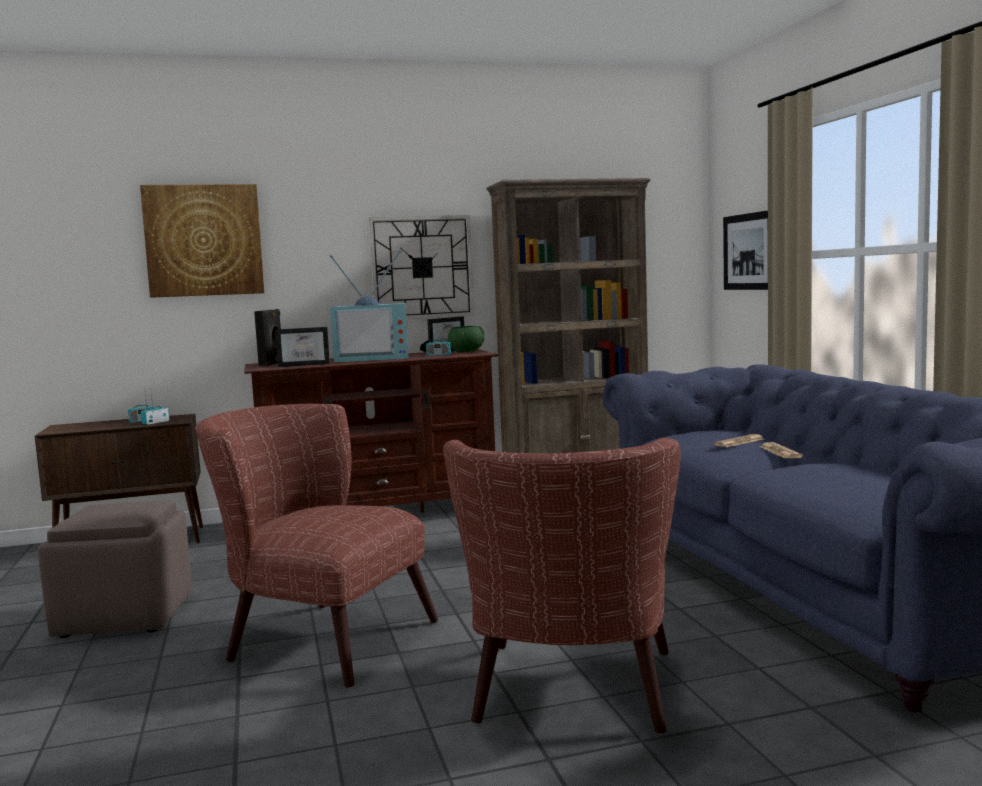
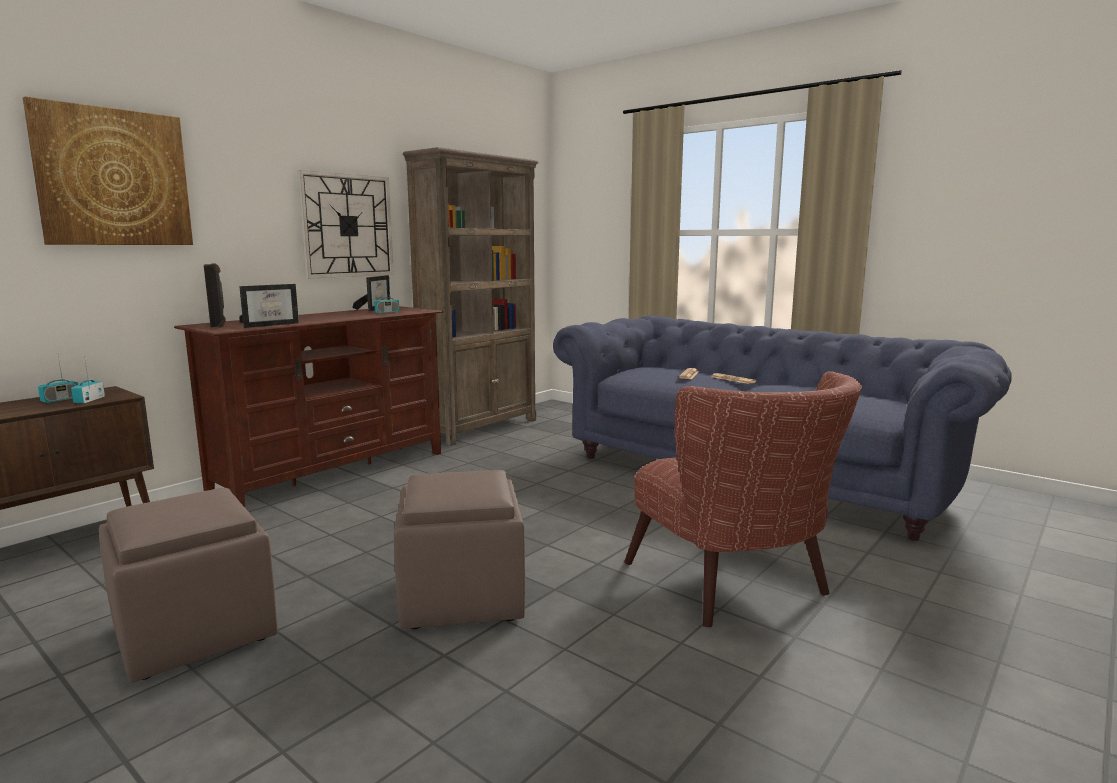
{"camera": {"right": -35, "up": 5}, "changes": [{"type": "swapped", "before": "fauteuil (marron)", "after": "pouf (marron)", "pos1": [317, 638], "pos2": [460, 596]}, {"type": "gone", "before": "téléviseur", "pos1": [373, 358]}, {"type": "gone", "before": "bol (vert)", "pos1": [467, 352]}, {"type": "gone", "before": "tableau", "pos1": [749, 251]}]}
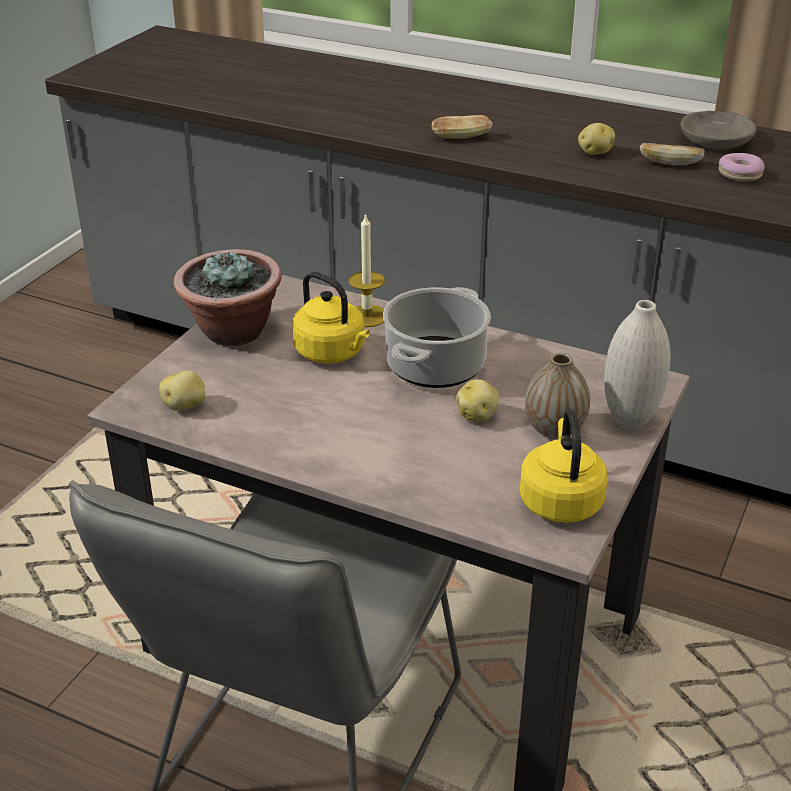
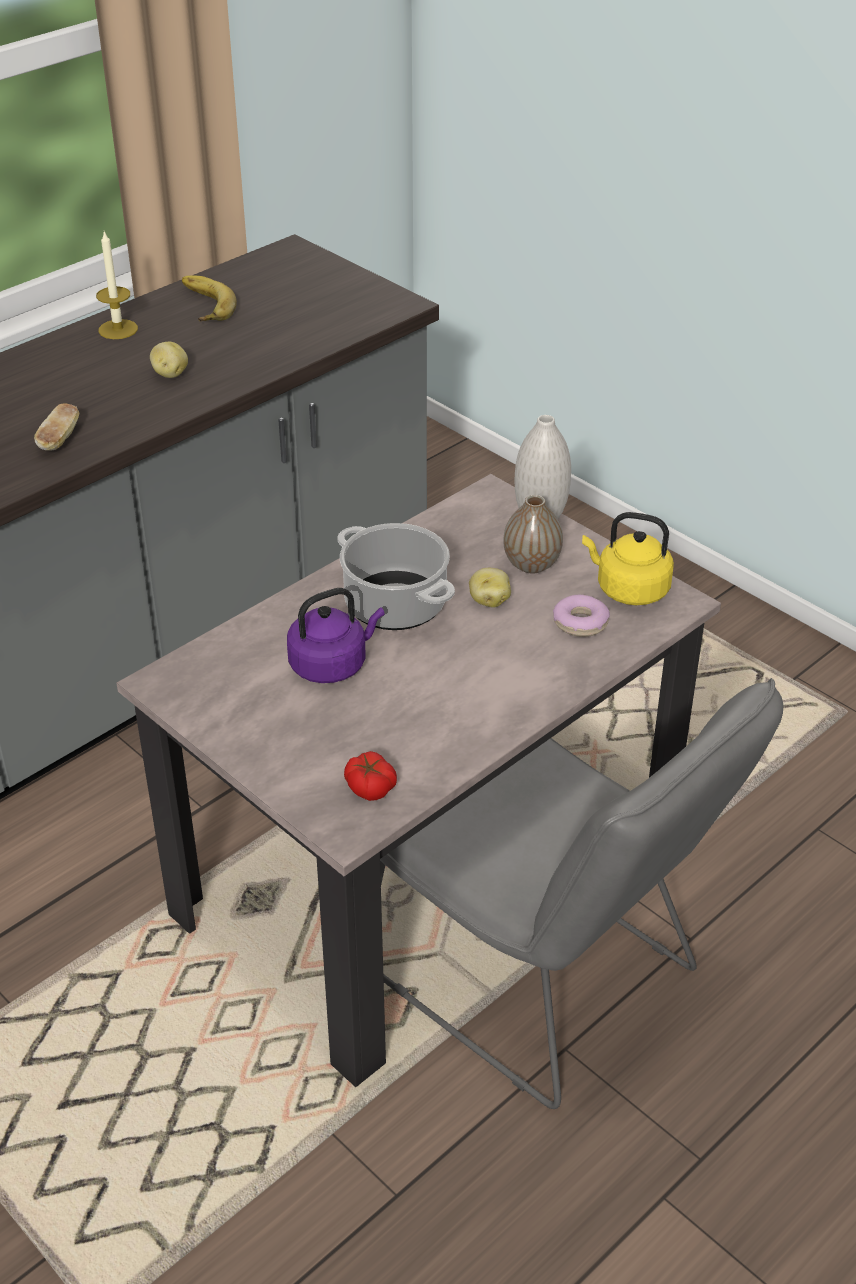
{"camera": {"right": -70, "up": 5}, "changes": [{"type": "swapped", "before": "pomme de terre", "after": "tomate", "pos1": [185, 406], "pos2": [370, 787]}, {"type": "gone", "before": "plante en pot", "pos1": [232, 332]}, {"type": "repainted", "before": "bouilloire (jaune)", "after": "bouilloire (violet)", "pos1": [332, 353], "pos2": [332, 664]}, {"type": "shifted", "before": "bougie", "pos1": [367, 316], "pos2": [118, 329]}, {"type": "gone", "before": "pain", "pos1": [670, 163]}, {"type": "swapped", "before": "bol (gris)", "after": "banane", "pos1": [716, 140], "pos2": [202, 305]}, {"type": "shifted", "before": "beignet", "pos1": [740, 174], "pos2": [580, 623]}]}
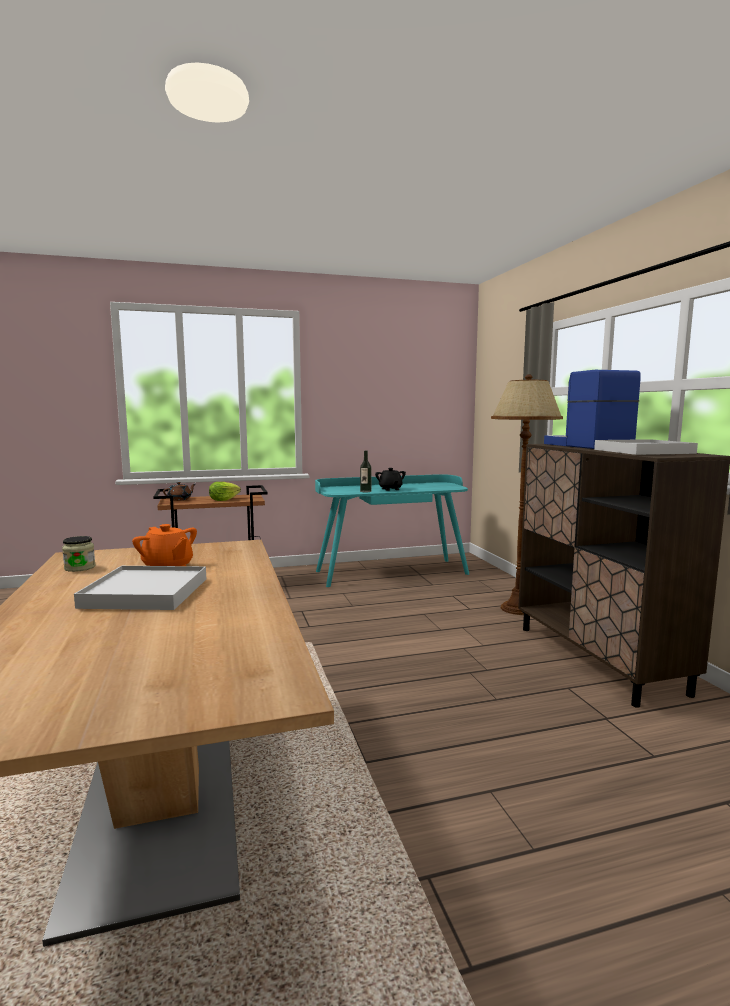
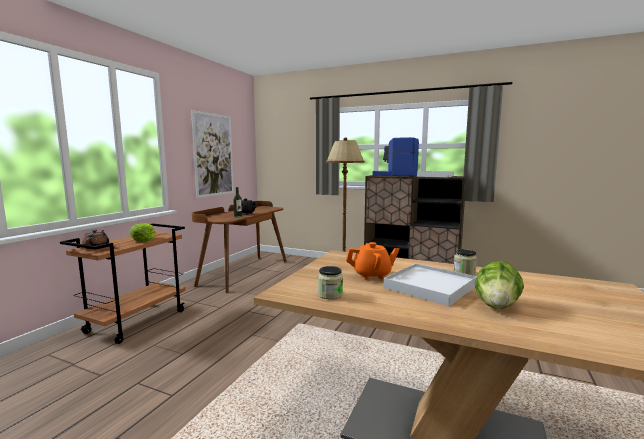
{"camera": {"right": -50, "up": 0}, "changes": [{"type": "repainted", "before": "bureau (turquoise)", "after": "bureau (marron)", "pos1": [391, 572], "pos2": [244, 272]}, {"type": "new", "after": "tableau", "pos2": [213, 155]}, {"type": "new", "after": "bocal", "pos2": [464, 273]}, {"type": "new", "after": "laitue", "pos2": [497, 306]}]}
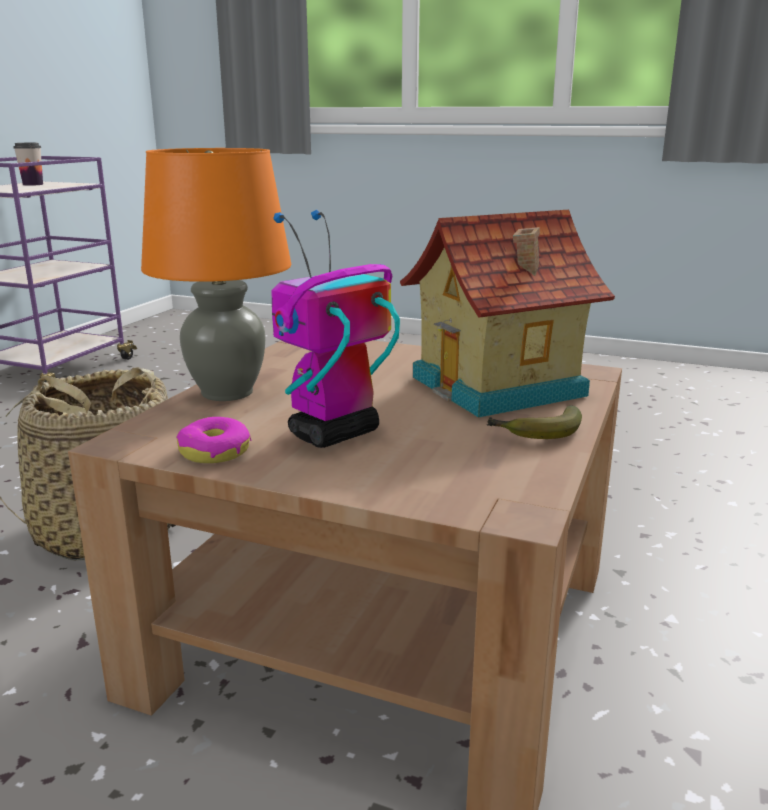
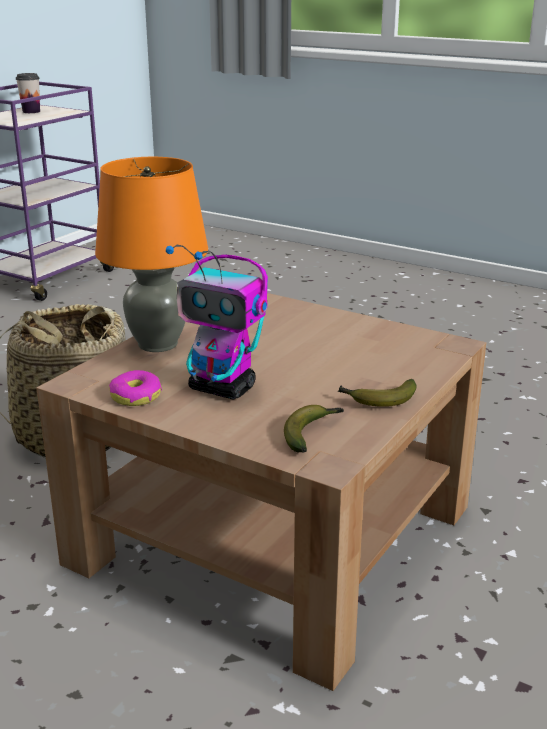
{"camera": {"right": 10, "up": 5}, "changes": [{"type": "rotated", "before": "robot jouet", "pos1": [332, 435], "pos2": [223, 389], "turn": -120}, {"type": "gone", "before": "maison miniature", "pos1": [500, 387]}, {"type": "new", "after": "banane", "pos2": [312, 434]}]}
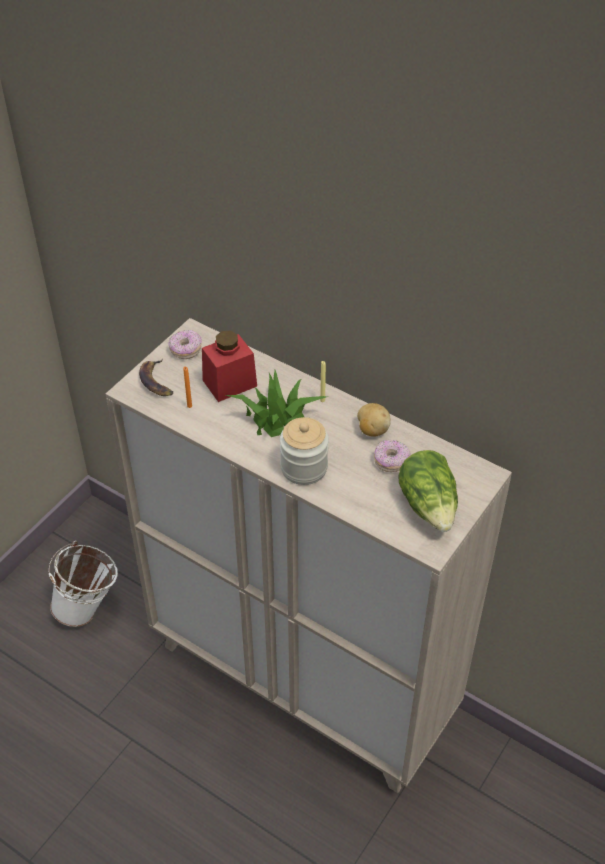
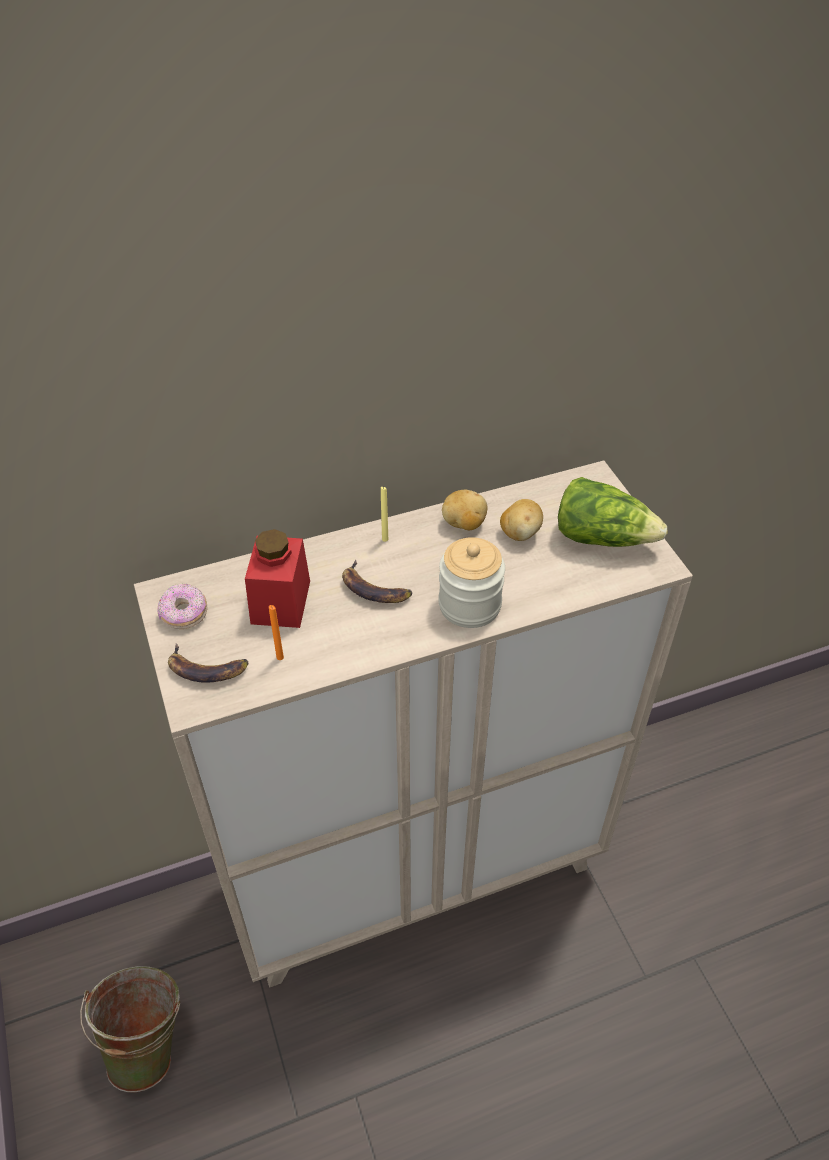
{"camera": {"right": -55, "up": 0}, "changes": [{"type": "repainted", "before": "seau (blanc)", "after": "seau (vert)", "pos1": [89, 608], "pos2": [149, 1043]}, {"type": "swapped", "before": "plante en pot", "after": "banane", "pos1": [277, 417], "pos2": [374, 589]}, {"type": "swapped", "before": "beignet", "after": "pomme de terre", "pos1": [391, 461], "pos2": [520, 533]}]}
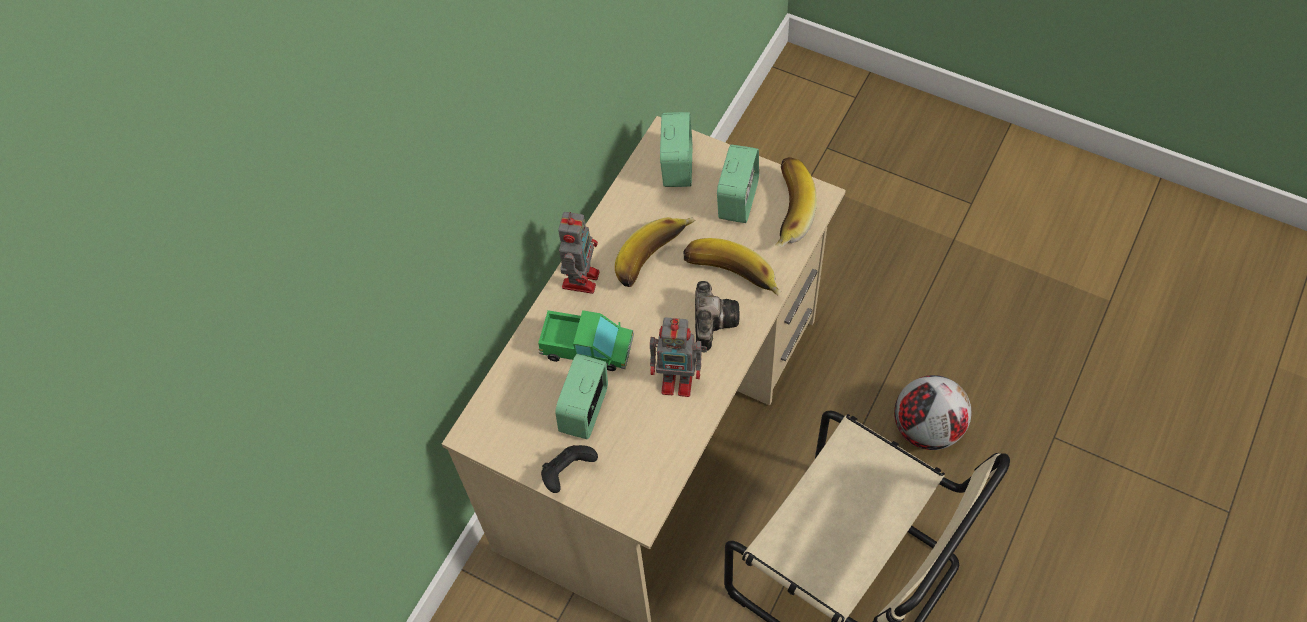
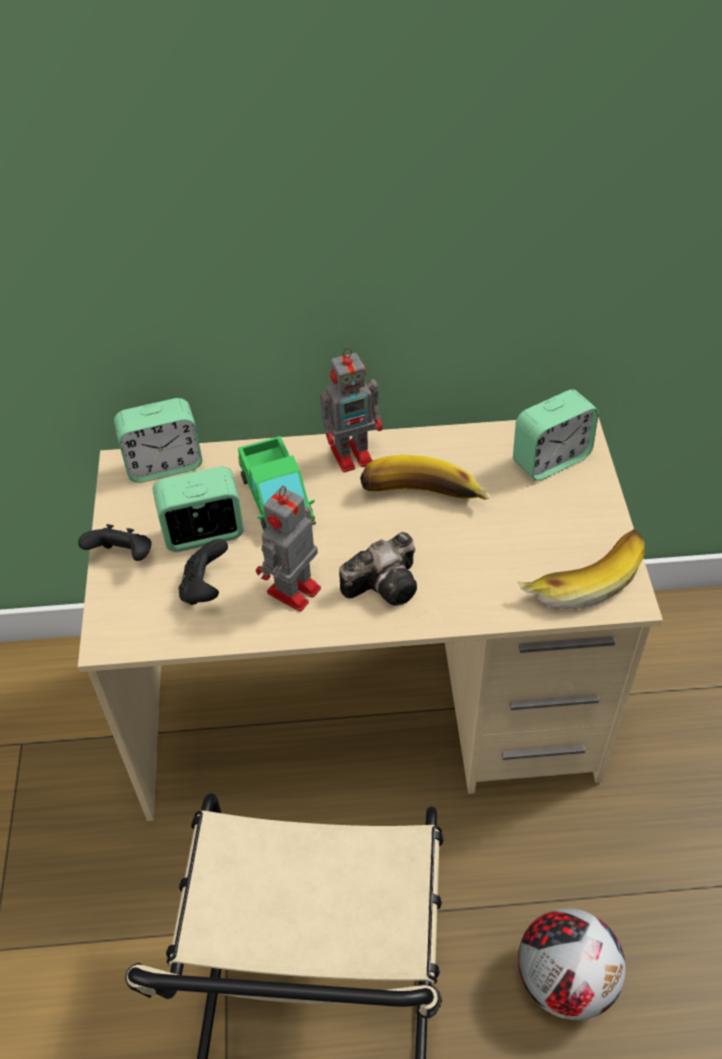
{"camera": {"right": 55, "up": -10}, "changes": [{"type": "rotated", "before": "robot jouet", "pos1": [679, 380], "pos2": [292, 592], "turn": 60}, {"type": "gone", "before": "banane", "pos1": [730, 279]}, {"type": "shifted", "before": "réveil", "pos1": [737, 200], "pos2": [164, 464]}, {"type": "new", "after": "manette (noir)", "pos2": [205, 588]}]}
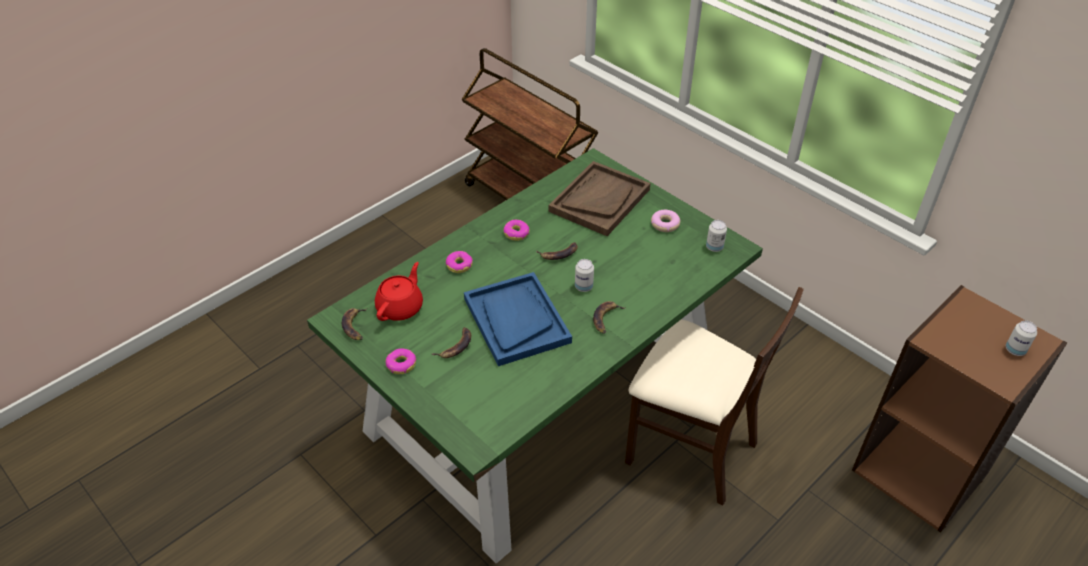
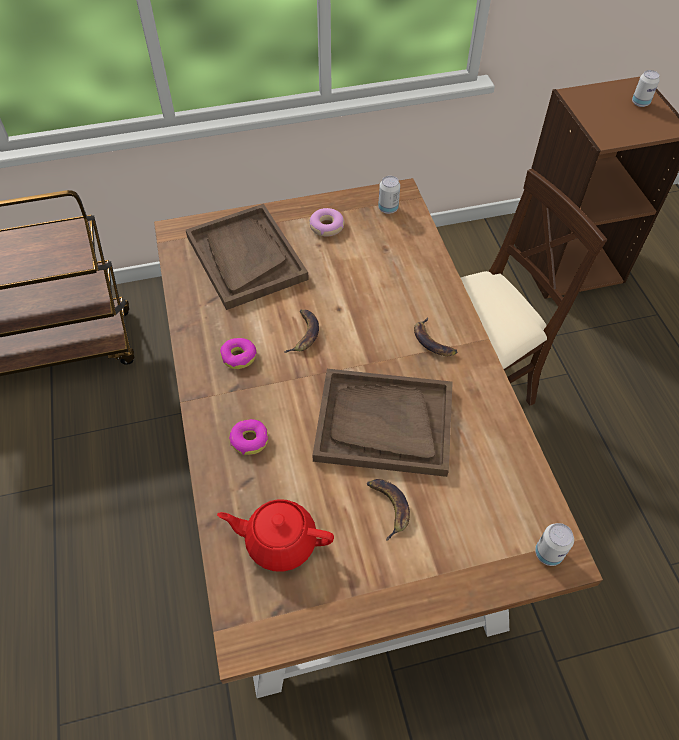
{"camera": {"right": -60, "up": 10}, "changes": [{"type": "repainted", "before": "table à manger (vert)", "after": "table à manger (marron)", "pos1": [543, 402], "pos2": [336, 483]}, {"type": "gone", "before": "banane", "pos1": [355, 326]}, {"type": "rotated", "before": "théière (rouge)", "pos1": [401, 307], "pos2": [279, 541], "turn": -45}, {"type": "gone", "before": "beignet", "pos1": [401, 364]}, {"type": "repainted", "before": "plateau (bleu)", "after": "plateau (marron)", "pos1": [516, 320], "pos2": [383, 424]}, {"type": "shifted", "before": "boîte métallique", "pos1": [583, 287], "pos2": [548, 553]}]}
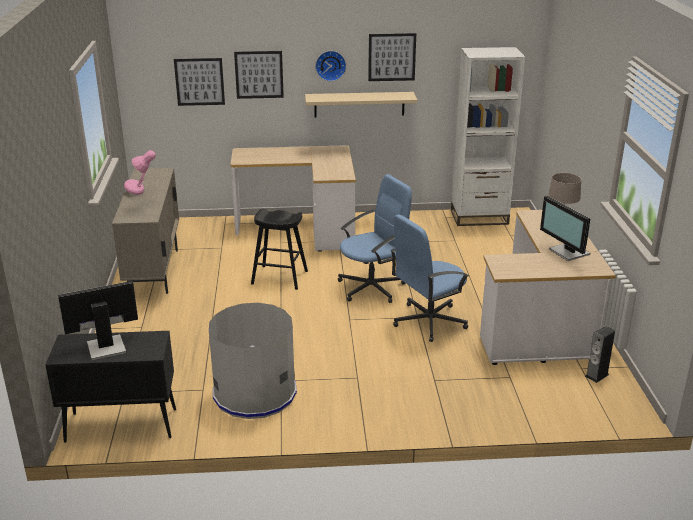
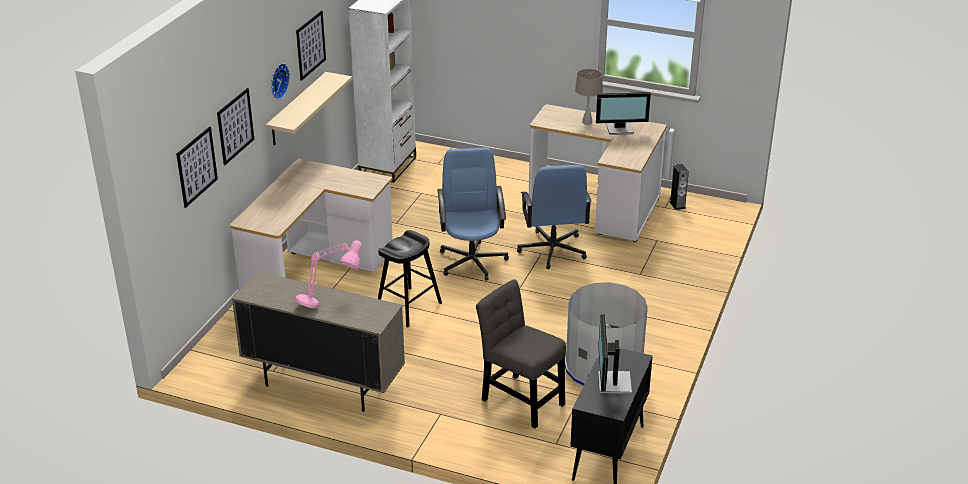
{"camera": {"right": -65, "up": 5}, "changes": [{"type": "new", "after": "chaise (gris)", "pos2": [520, 399]}]}
